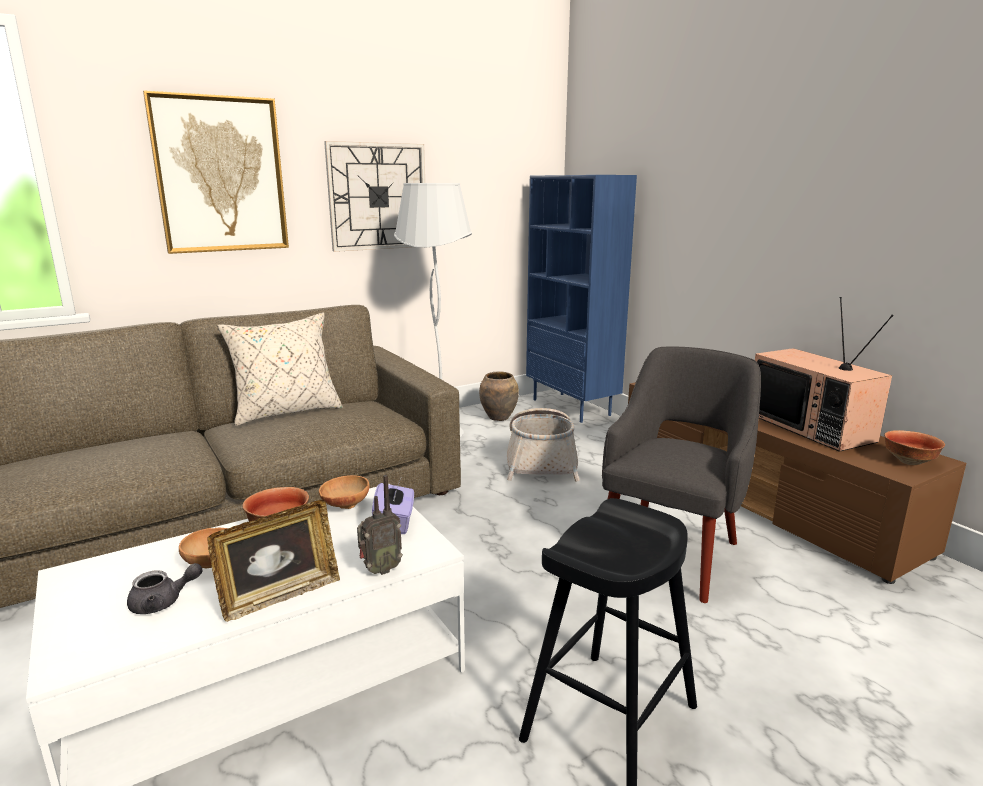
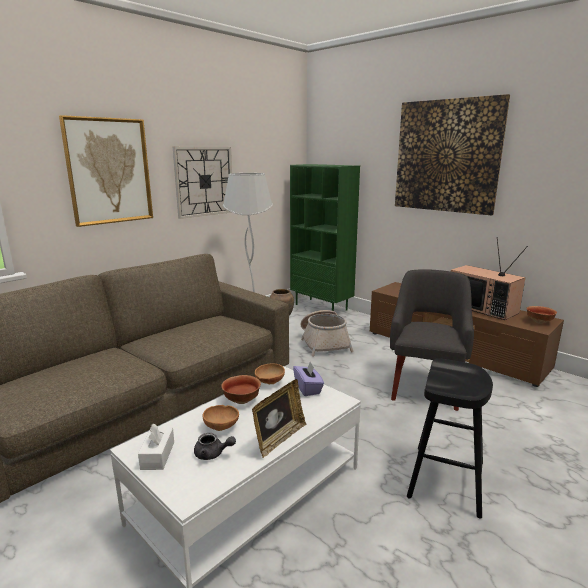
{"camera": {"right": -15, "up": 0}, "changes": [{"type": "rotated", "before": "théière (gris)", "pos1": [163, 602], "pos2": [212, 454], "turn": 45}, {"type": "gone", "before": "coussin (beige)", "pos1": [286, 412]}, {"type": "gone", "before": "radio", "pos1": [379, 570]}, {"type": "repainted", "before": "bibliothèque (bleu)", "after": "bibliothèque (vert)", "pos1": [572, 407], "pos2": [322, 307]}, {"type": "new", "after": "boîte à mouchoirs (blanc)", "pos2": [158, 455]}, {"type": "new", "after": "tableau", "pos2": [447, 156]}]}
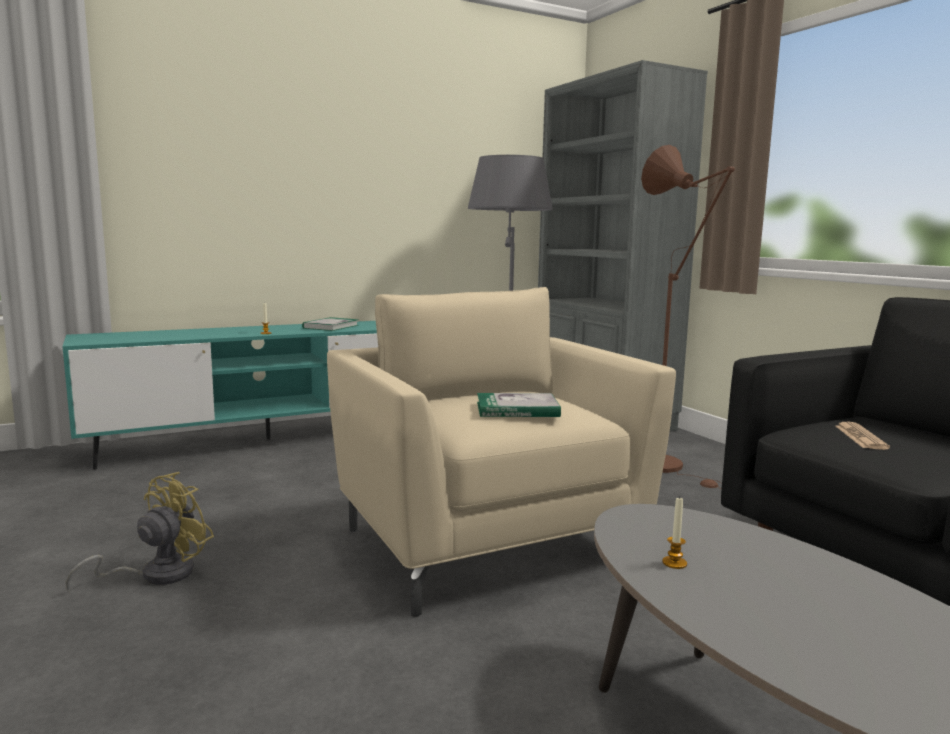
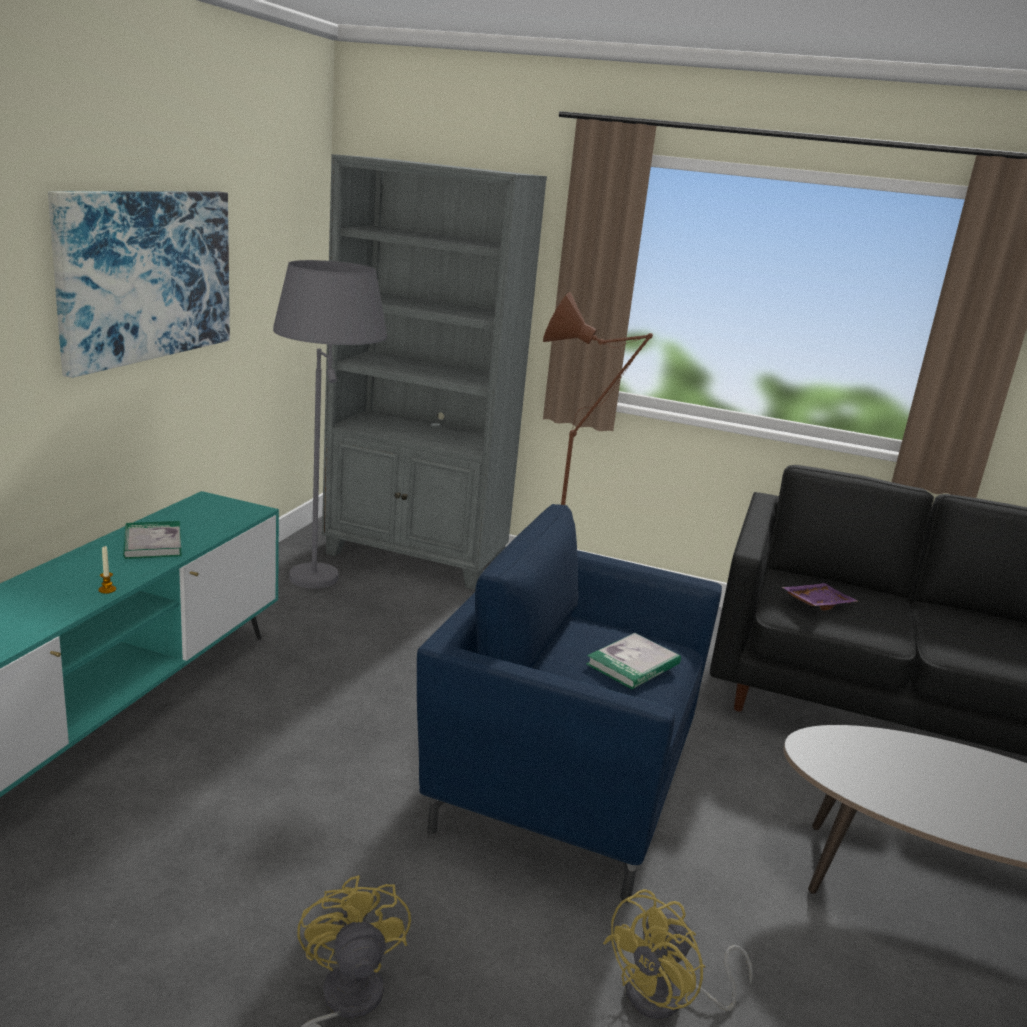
{"camera": {"right": -45, "up": 10}, "changes": [{"type": "repainted", "before": "fauteuil (beige)", "after": "fauteuil (bleu)", "pos1": [489, 541], "pos2": [560, 784]}, {"type": "gone", "before": "bougie", "pos1": [674, 563]}, {"type": "swapped", "before": "journal", "after": "plateau (violet)", "pos1": [860, 437], "pos2": [816, 603]}, {"type": "new", "after": "tableau", "pos2": [147, 276]}, {"type": "new", "after": "ventilateur (jaune)", "pos2": [667, 998]}]}
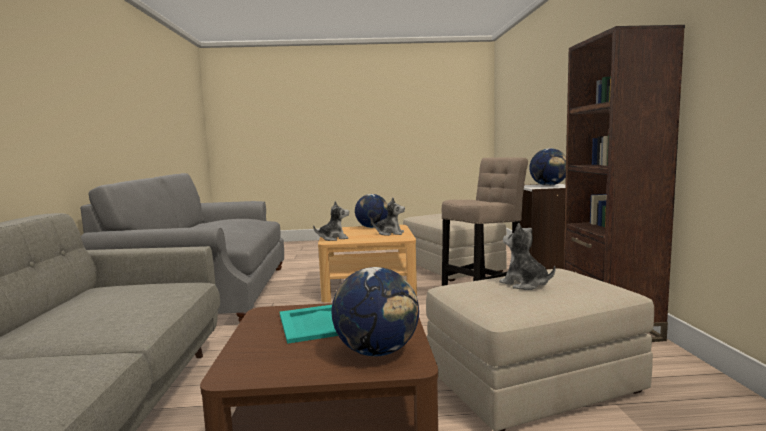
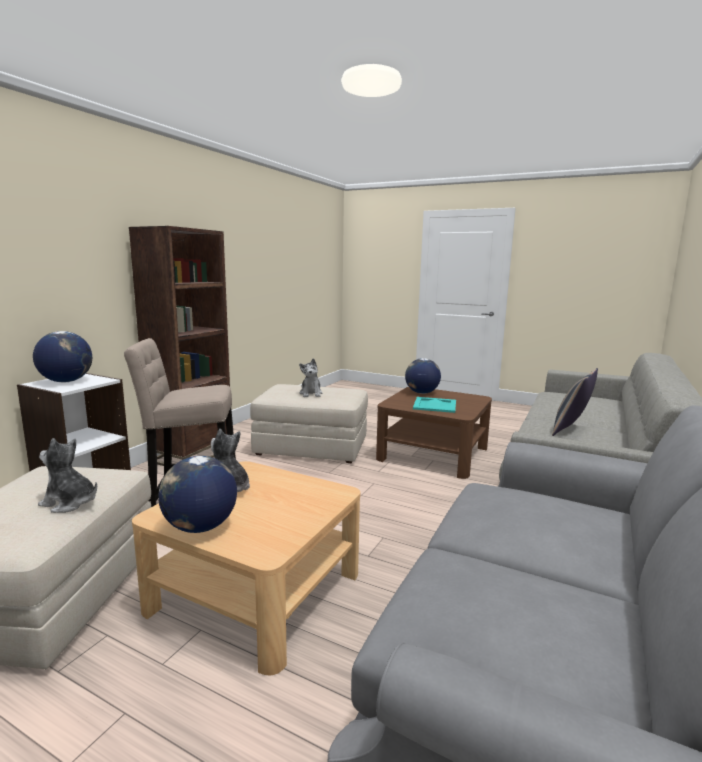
{"camera": {"right": -150, "up": 5}, "changes": [{"type": "shifted", "before": "peluche", "pos1": [333, 238], "pos2": [70, 503]}, {"type": "new", "after": "coussin", "pos2": [571, 429]}]}
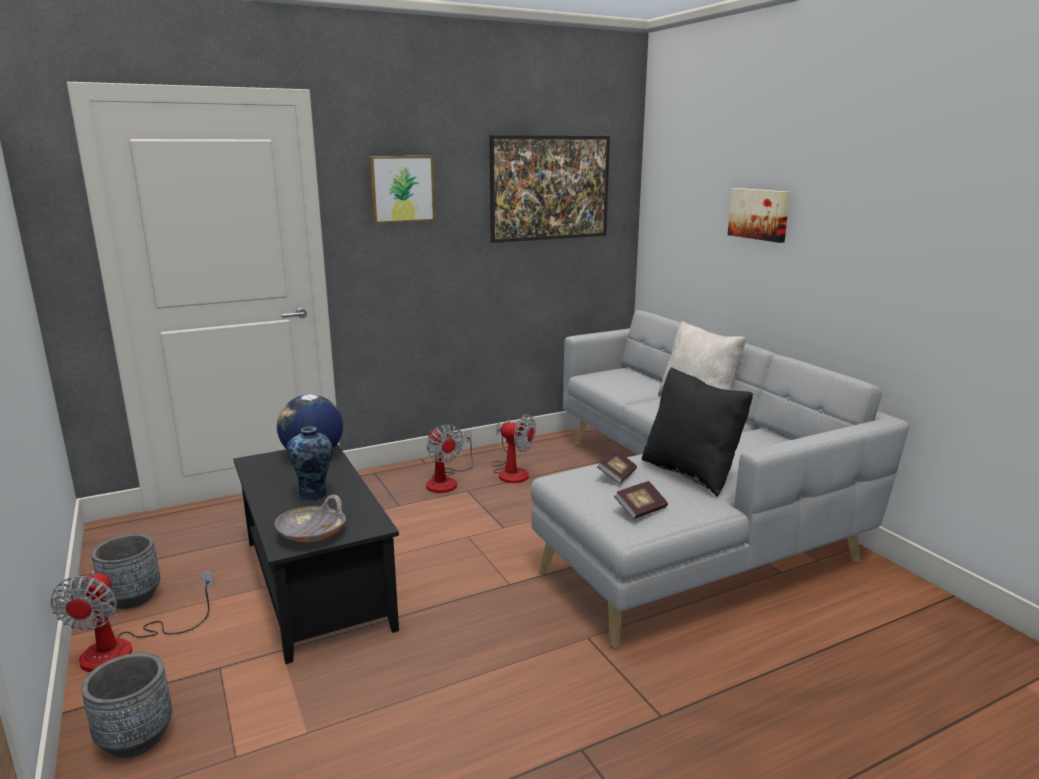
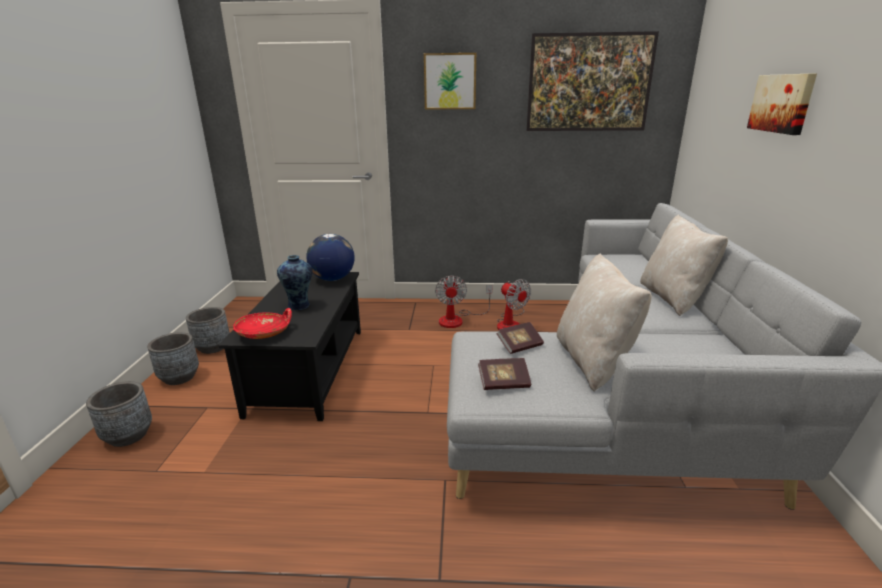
{"camera": {"right": 30, "up": 5}, "changes": [{"type": "swapped", "before": "ventilateur", "after": "cache-pot (gris)", "pos1": [126, 648], "pos2": [180, 377]}, {"type": "repainted", "before": "bol (gris)", "after": "bol (rouge)", "pos1": [313, 533], "pos2": [264, 333]}, {"type": "repainted", "before": "coussin (noir)", "after": "coussin (beige)", "pos1": [691, 473], "pos2": [593, 361]}]}
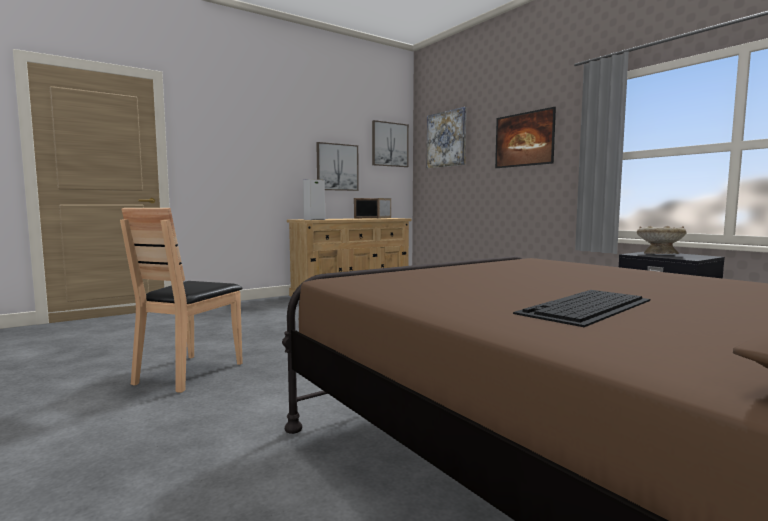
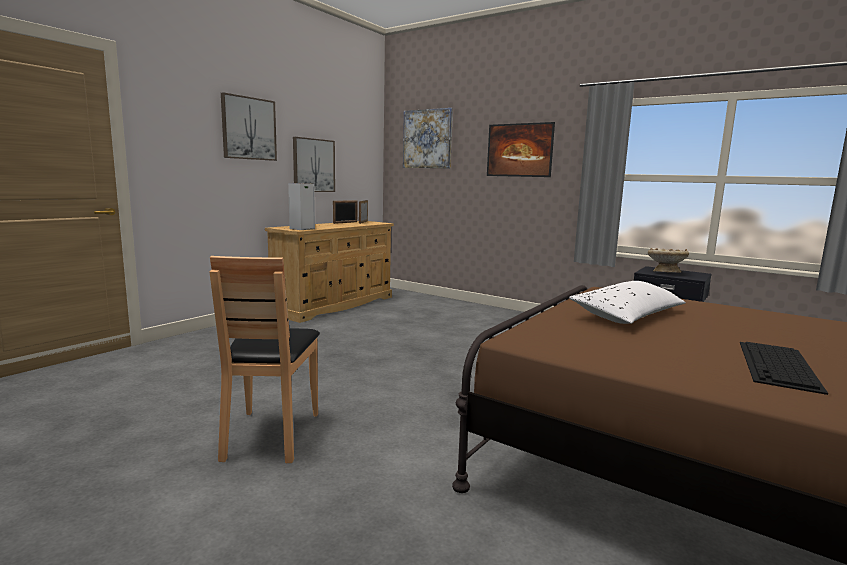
{"camera": {"right": -20, "up": 5}, "changes": [{"type": "shifted", "before": "tableau", "pos1": [389, 144], "pos2": [248, 128]}, {"type": "new", "after": "coussin (blanc)", "pos2": [627, 315]}]}
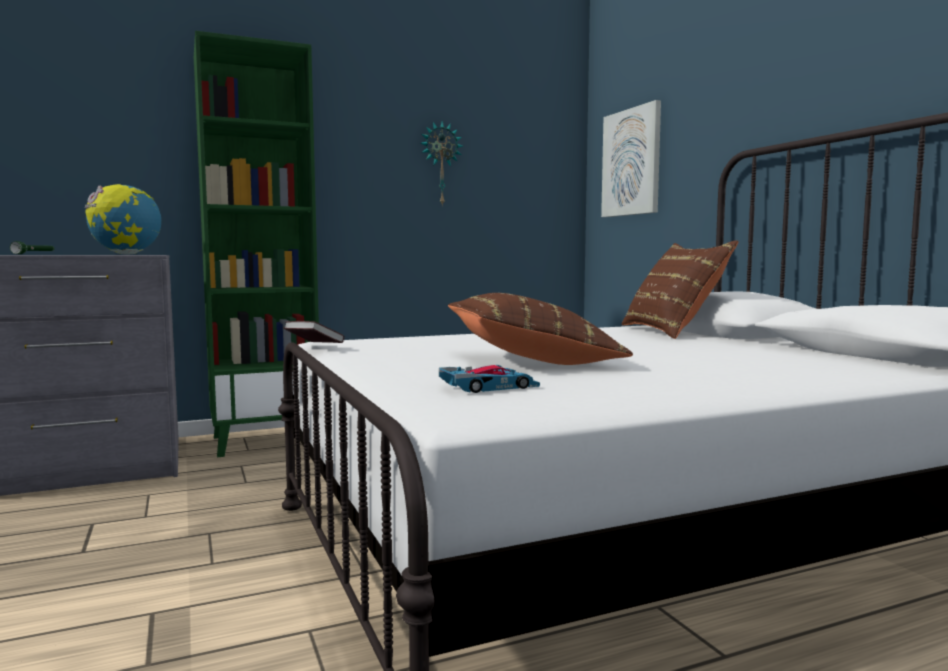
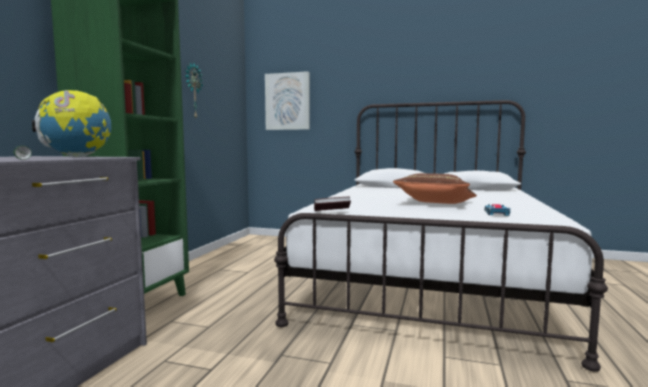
{"camera": {"right": -50, "up": 0}, "changes": [{"type": "gone", "before": "coussin (marron)", "pos1": [672, 331]}]}
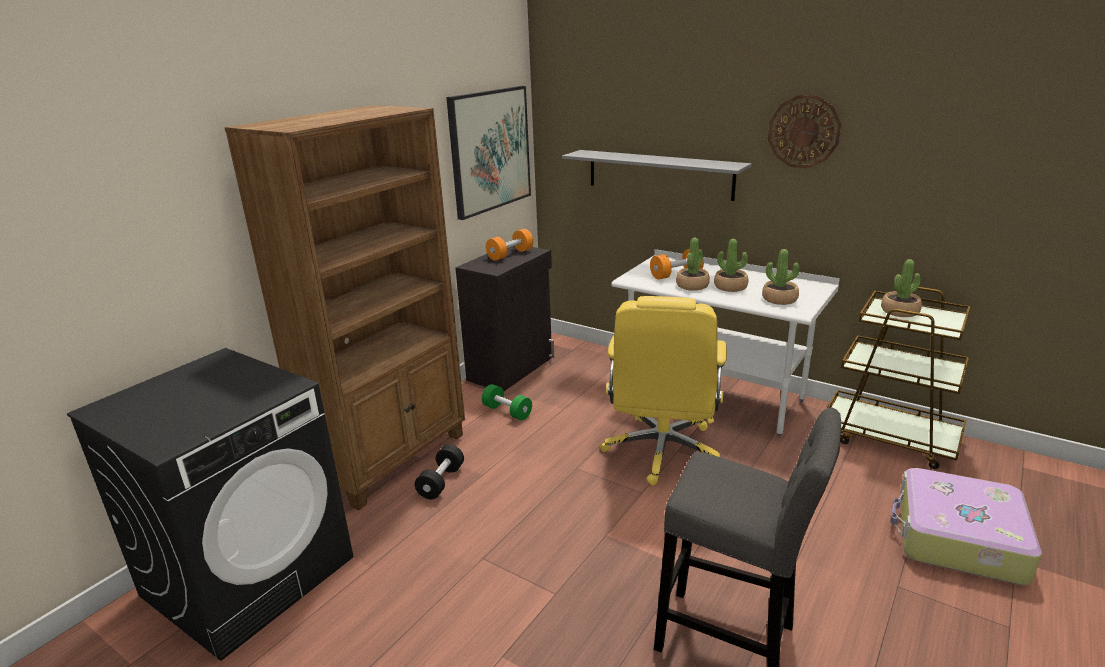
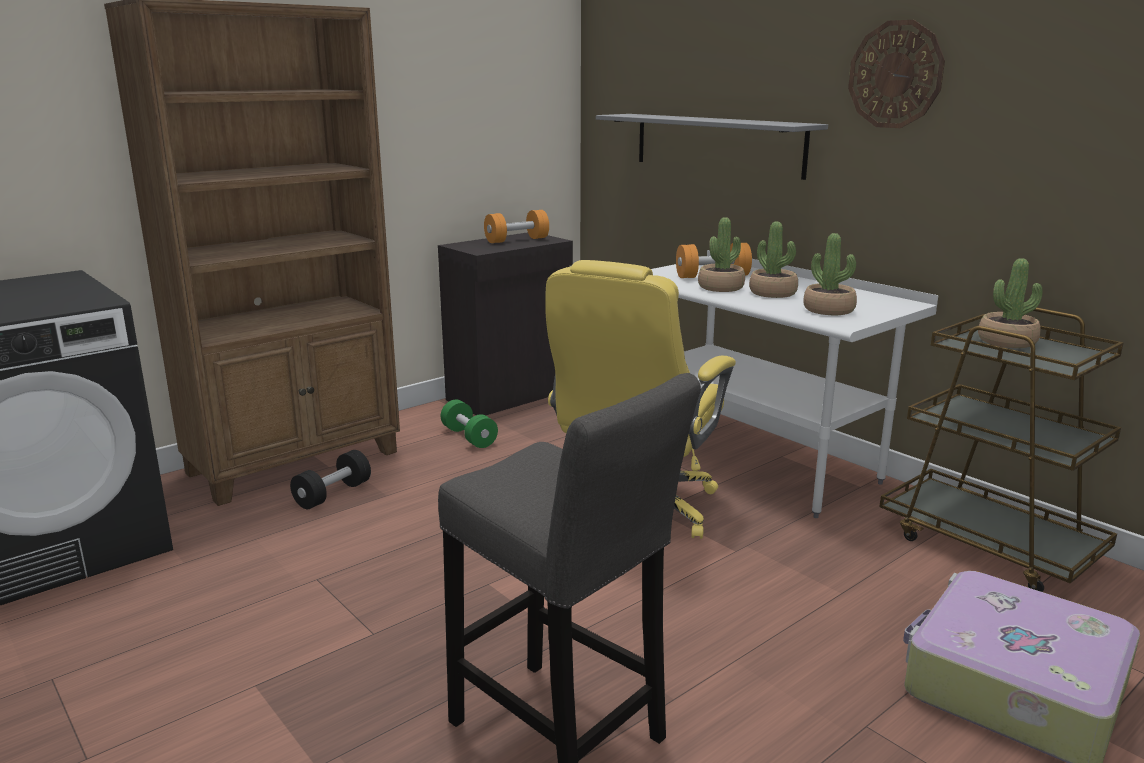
{"camera": {"right": 15, "up": -5}, "changes": [{"type": "gone", "before": "tableau", "pos1": [490, 150]}]}
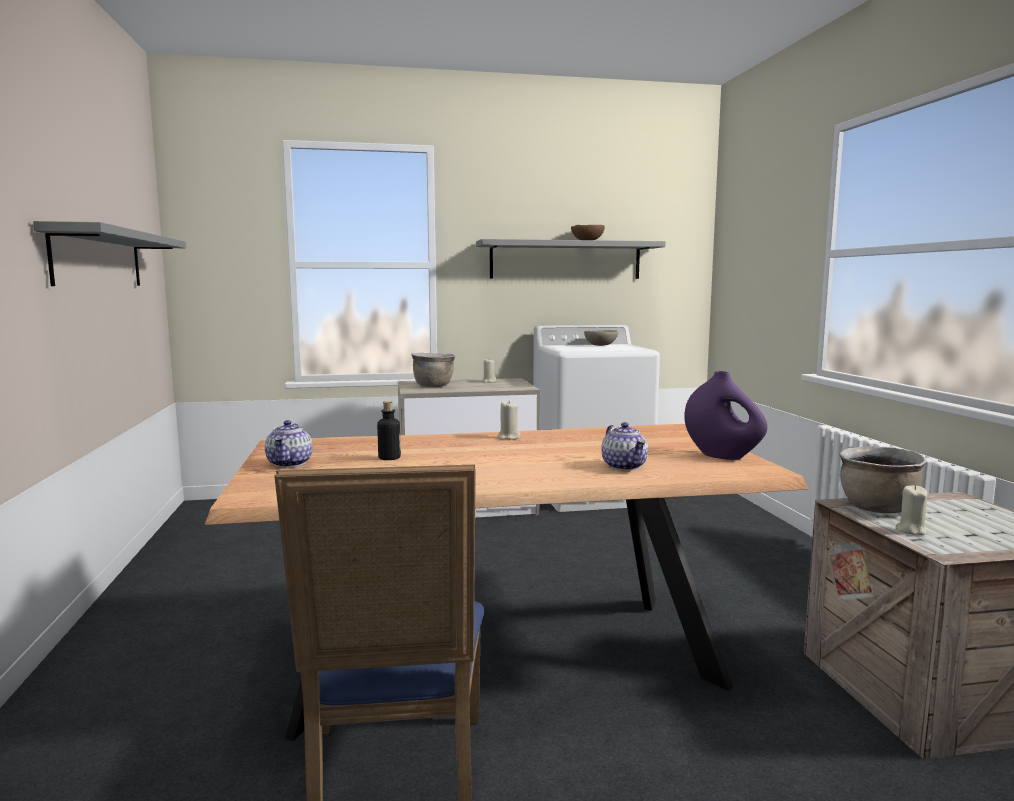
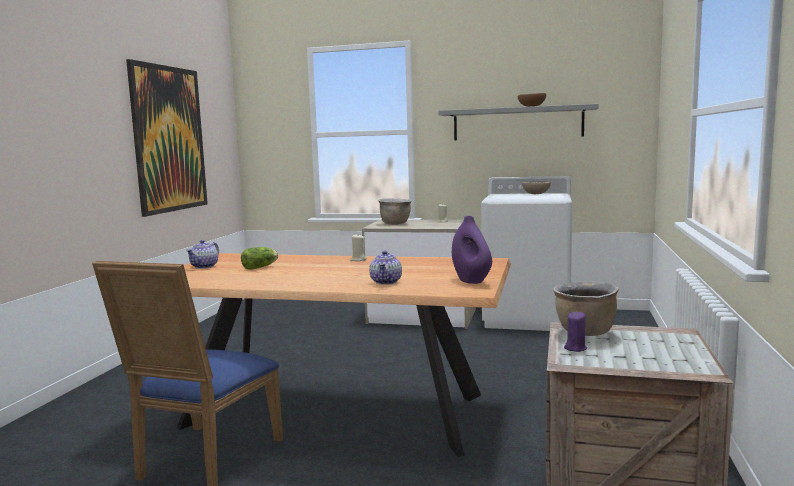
{"camera": {"right": 25, "up": 0}, "changes": [{"type": "swapped", "before": "étagère (gris)", "after": "tableau", "pos1": [98, 259], "pos2": [169, 139]}, {"type": "swapped", "before": "bouteille", "after": "laitue", "pos1": [389, 458], "pos2": [261, 267]}, {"type": "repainted", "before": "bougie (beige)", "after": "bougie (violet)", "pos1": [910, 530], "pos2": [575, 348]}]}
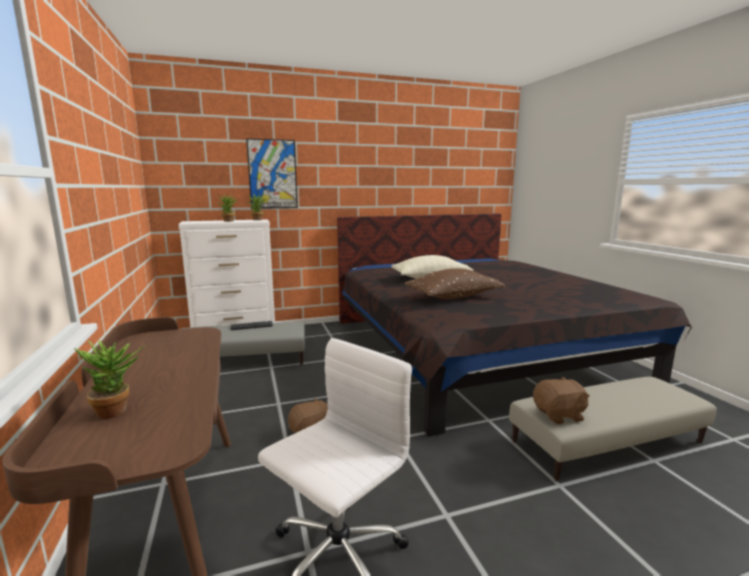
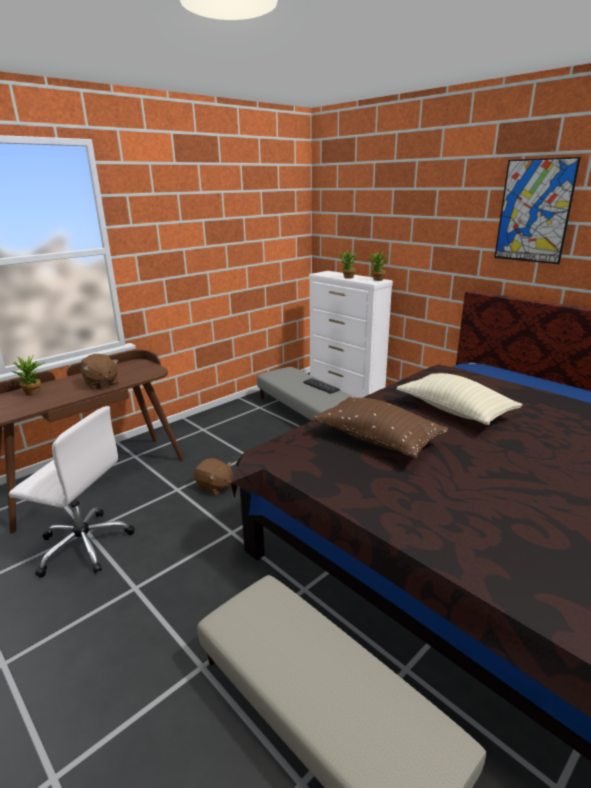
{"camera": {"right": 65, "up": 10}, "changes": [{"type": "shifted", "before": "tableau", "pos1": [272, 174], "pos2": [534, 211]}, {"type": "shifted", "before": "peluche (marron)", "pos1": [559, 415], "pos2": [101, 384]}]}
